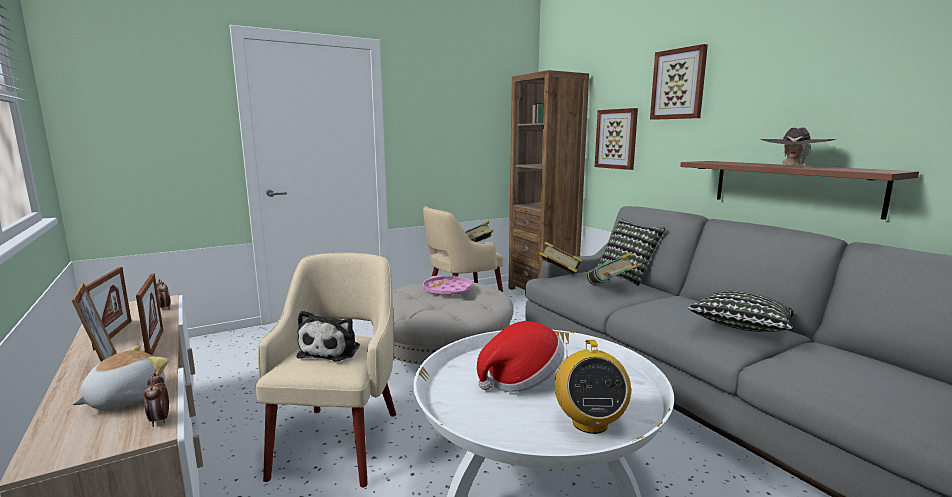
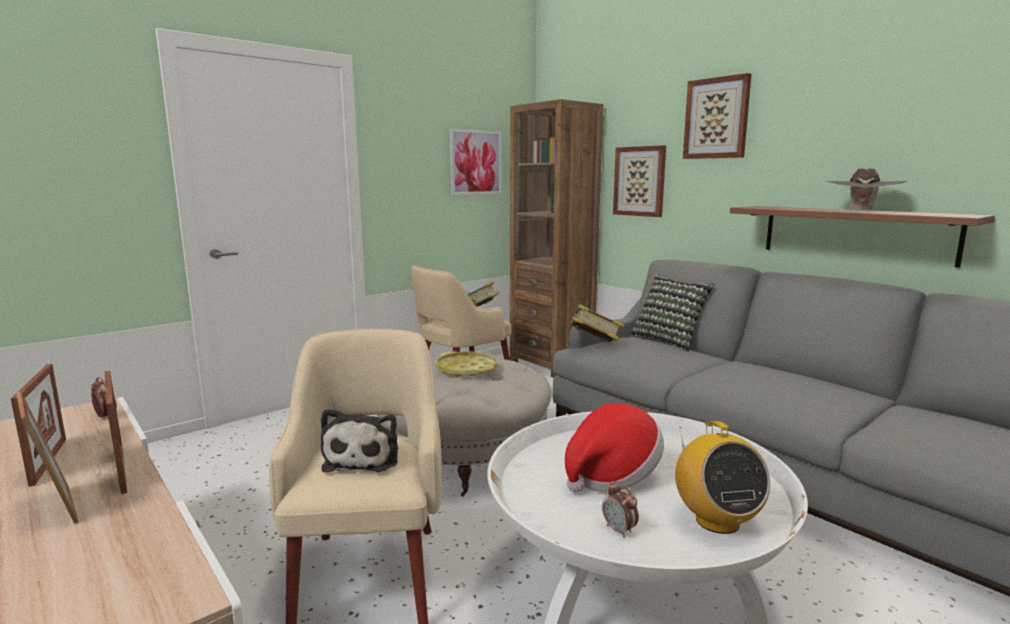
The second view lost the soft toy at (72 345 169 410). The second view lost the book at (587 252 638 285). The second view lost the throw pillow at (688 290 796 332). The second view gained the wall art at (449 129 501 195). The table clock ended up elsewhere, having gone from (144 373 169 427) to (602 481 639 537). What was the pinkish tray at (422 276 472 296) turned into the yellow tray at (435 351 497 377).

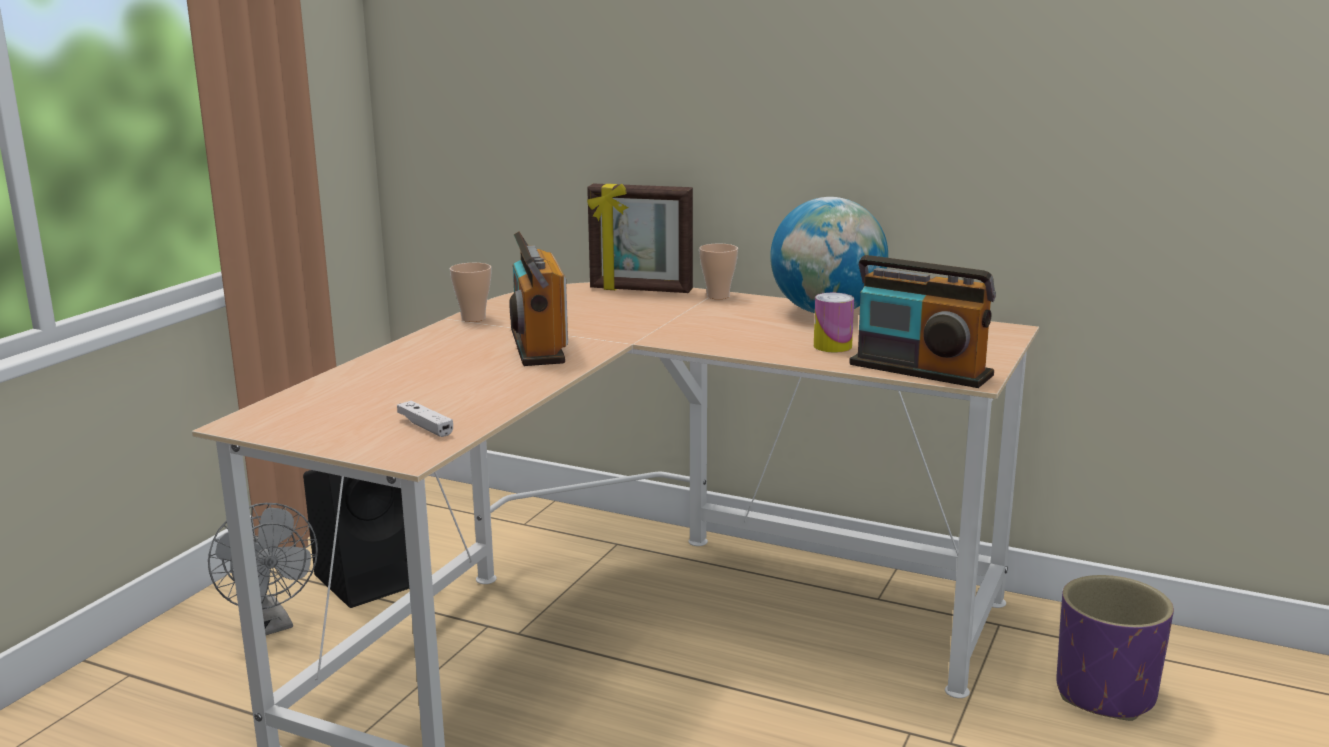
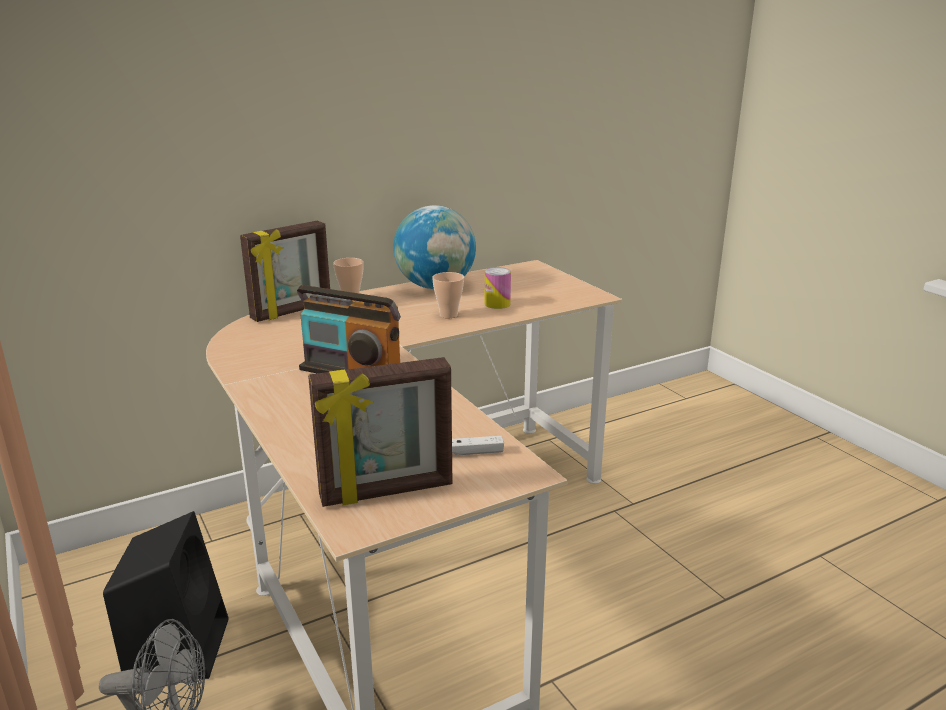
The second view lost the radio receiver at (849 255 996 388). The second view lost the purplish flower pot at (1057 575 1174 721). The second view gained the photo frame at (308 357 452 507). The cup ended up elsewhere, having gone from (450 263 492 322) to (432 272 464 318).

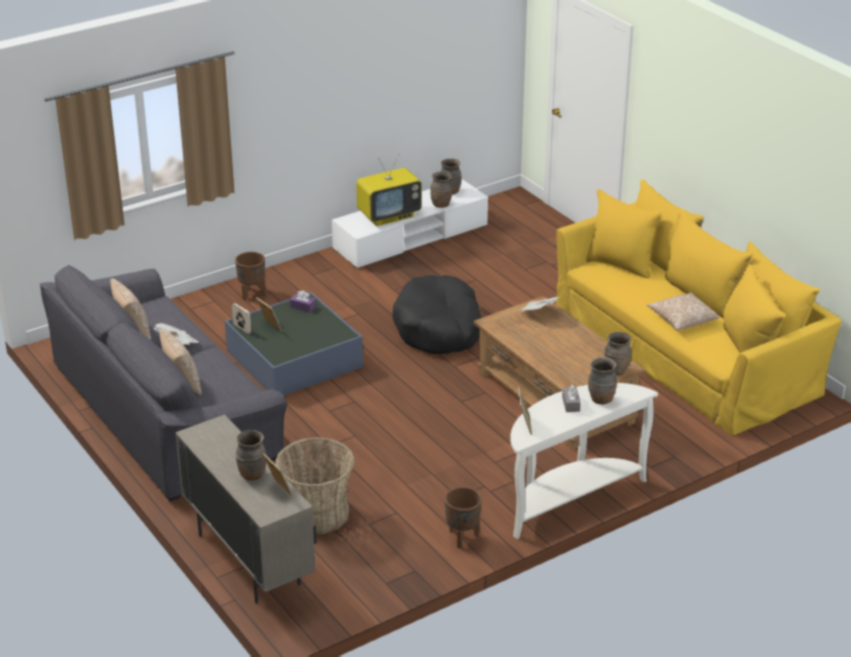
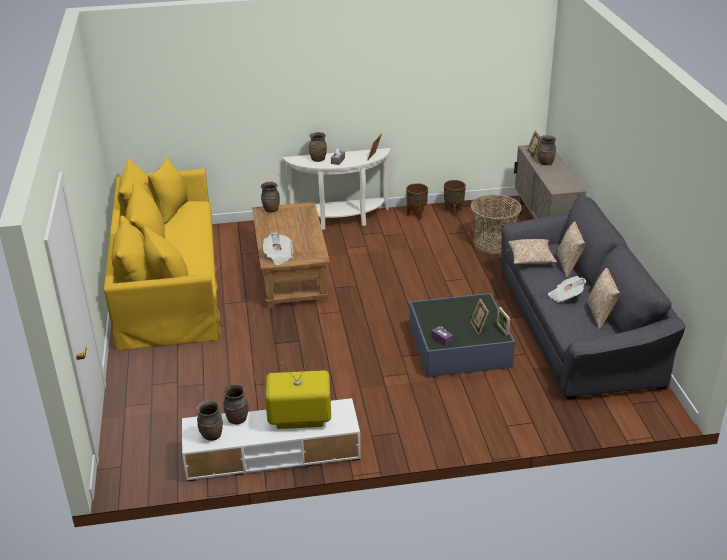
The second view lost the blackish pet bed at (392 275 482 354). The brown-coloured flower pot ended up elsewhere, having gone from (235 252 265 300) to (444 180 466 216). The throw pillow ended up elsewhere, having gone from (647 292 720 331) to (508 239 557 264).

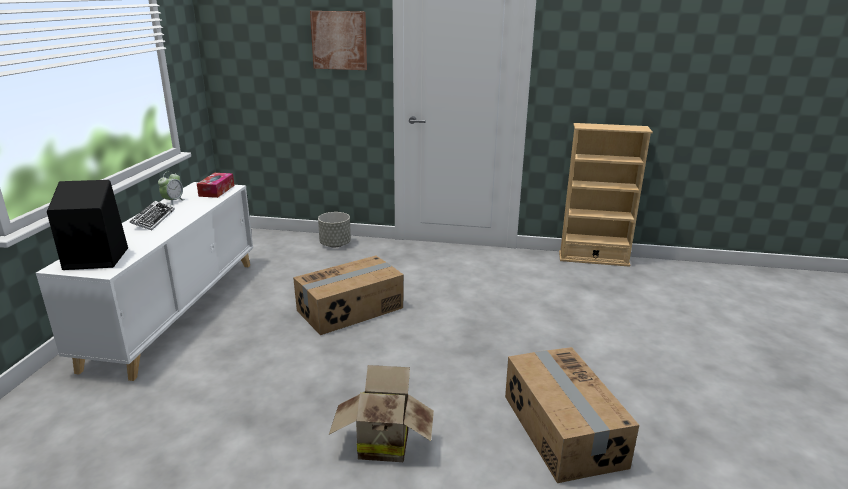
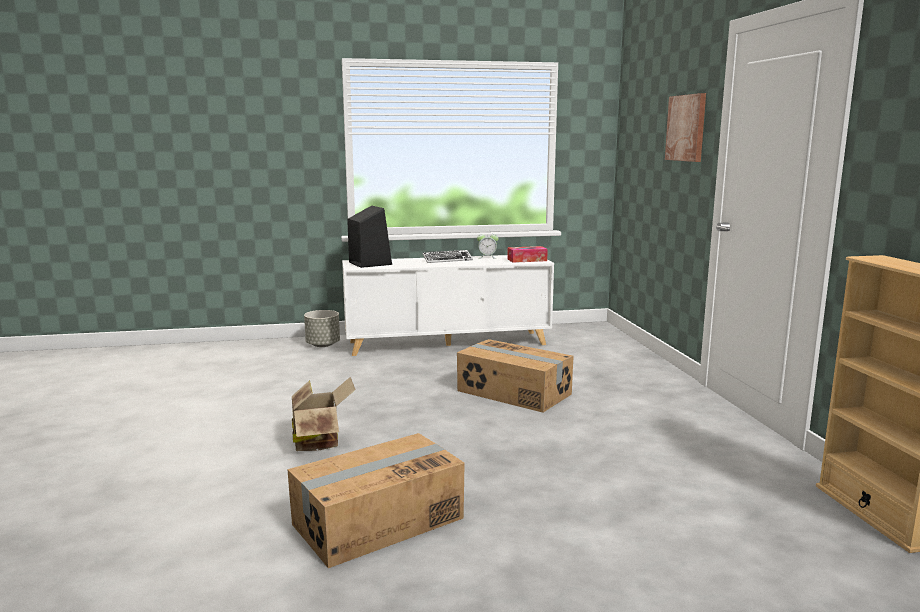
The greyish flower pot ended up elsewhere, having gone from (318 212 351 247) to (304 310 340 347).

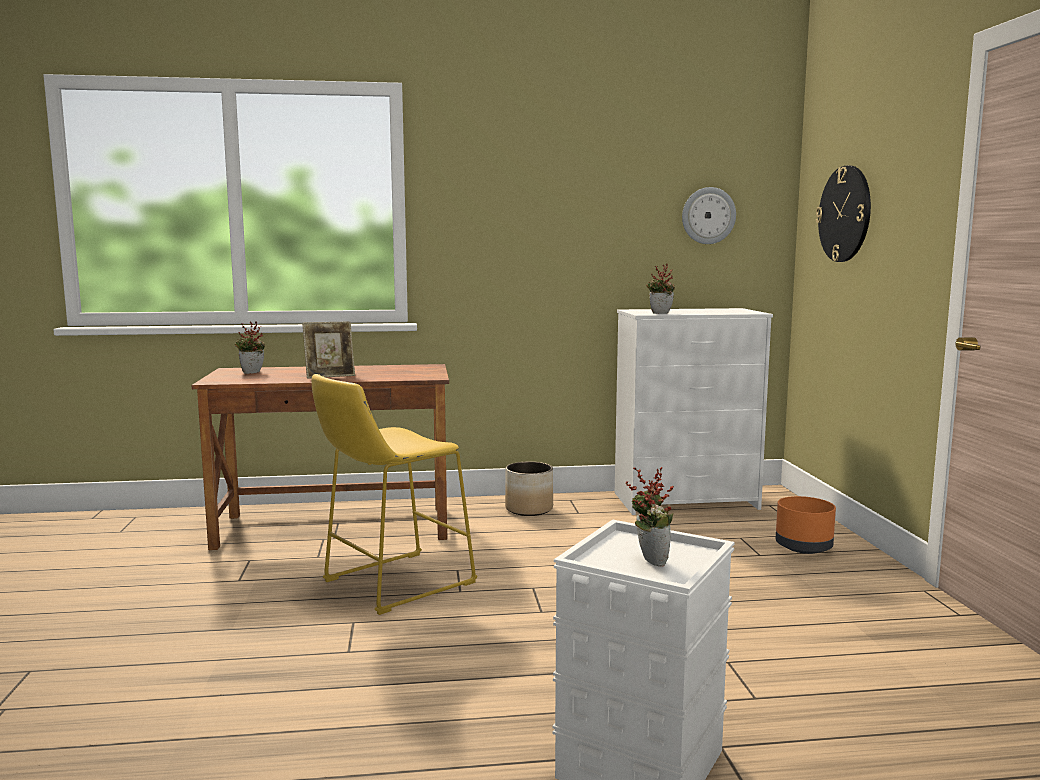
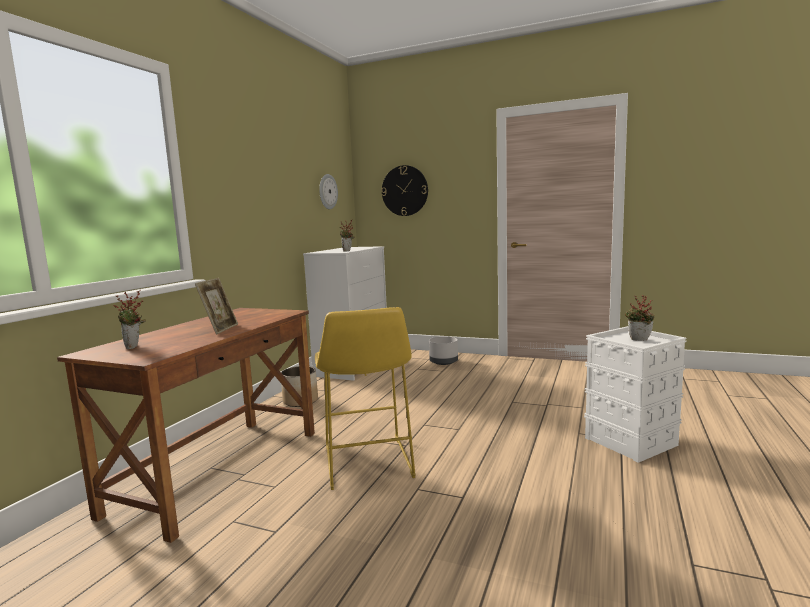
What was the orange-coloured flower pot at (776 496 836 554) turned into the greyish flower pot at (429 336 458 365).

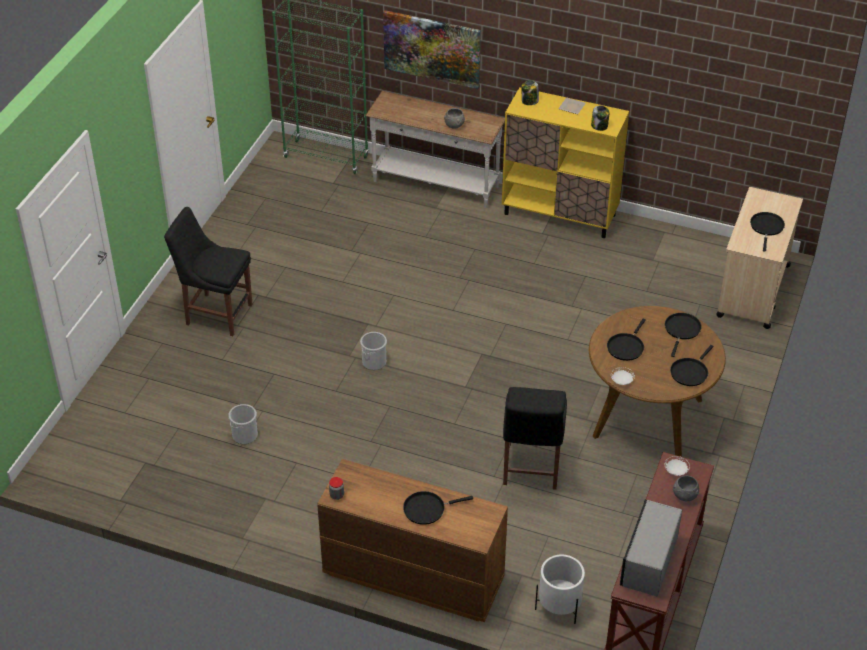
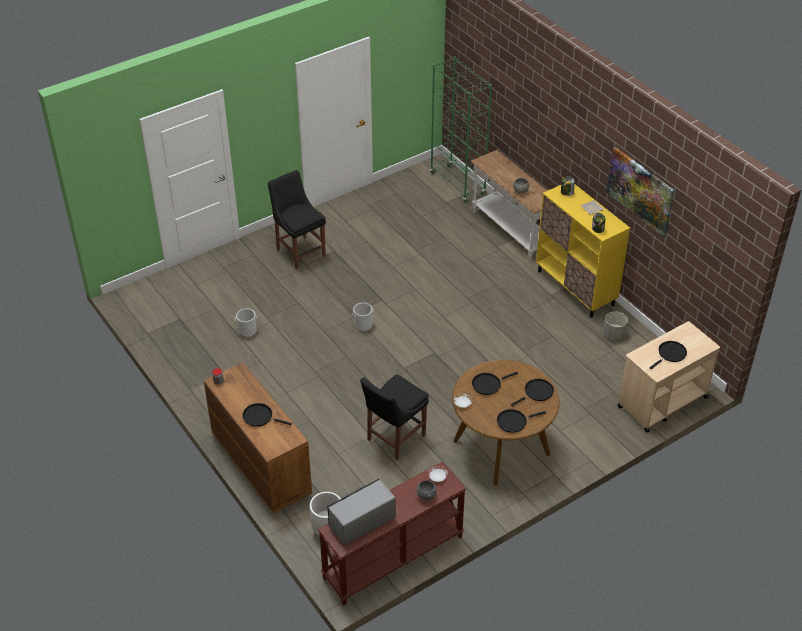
The second view gained the greyish flower pot at (603 311 628 340). The wall art ended up elsewhere, having gone from (383 10 481 89) to (606 147 675 237).

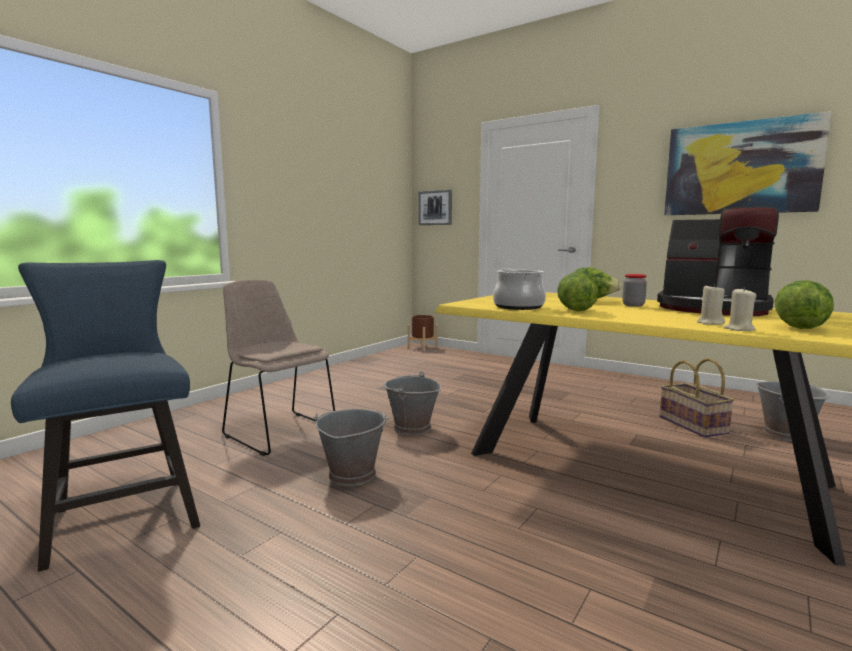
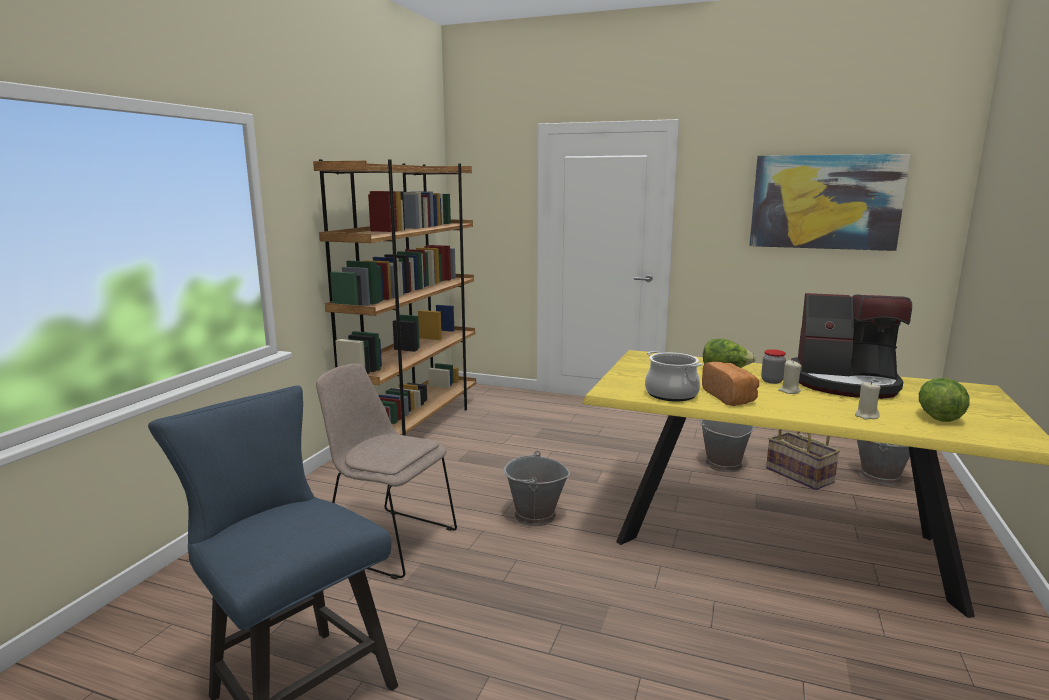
The second view lost the brown-coloured flower pot at (408 315 438 351). The second view lost the wall art at (418 189 452 225). The second view gained the brown-coloured bookcase at (313 159 476 436). The greyish pail ended up elsewhere, having gone from (313 409 389 486) to (699 419 754 472). The beige wax candle ended up elsewhere, having gone from (723 287 757 331) to (778 360 802 394). Where the lettuce head stood at (557 272 598 311), the baked bread came to stand at (702 362 759 406).

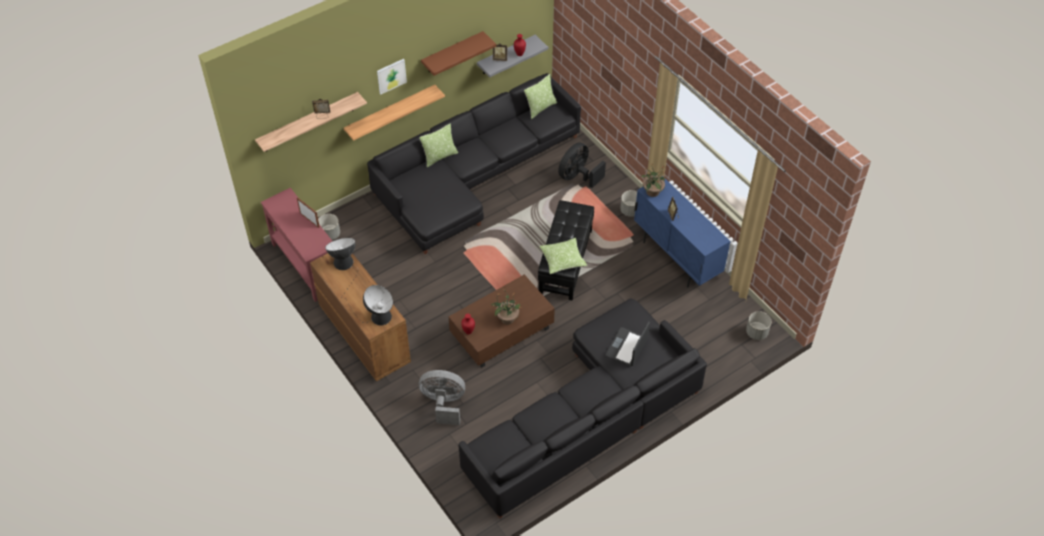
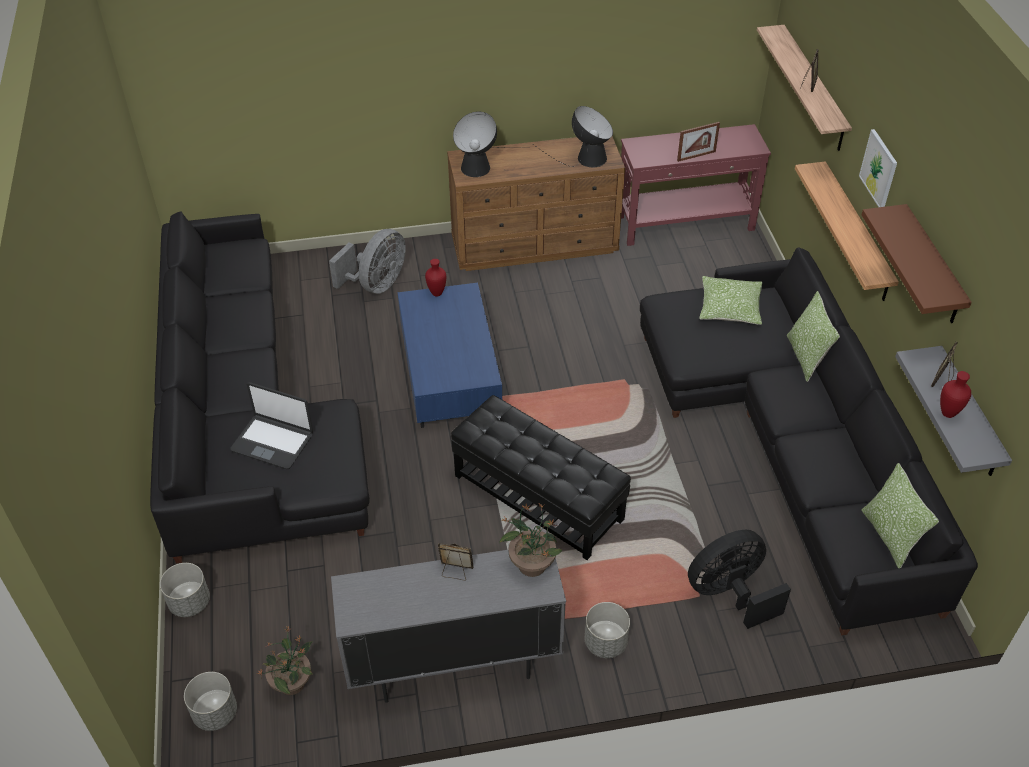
The greyish flower pot ended up elsewhere, having gone from (318 214 340 240) to (160 563 210 617). The houseplant ended up elsewhere, having gone from (490 290 522 324) to (257 626 312 695). The throw pillow ended up elsewhere, having gone from (540 238 587 274) to (699 276 762 325). What was the brown-coloured lounge table at (449 274 555 368) turned into the bluish lounge table at (398 283 502 428). What was the bluish cupboard at (634 176 731 288) turned into the greyish cupboard at (331 550 566 703). The blackish fan at (558 142 606 188) ended up facing another way, 90 degrees counterclockwise from before. The portable computer at (605 322 650 366) ended up facing another way, 150 degrees clockwise from before.

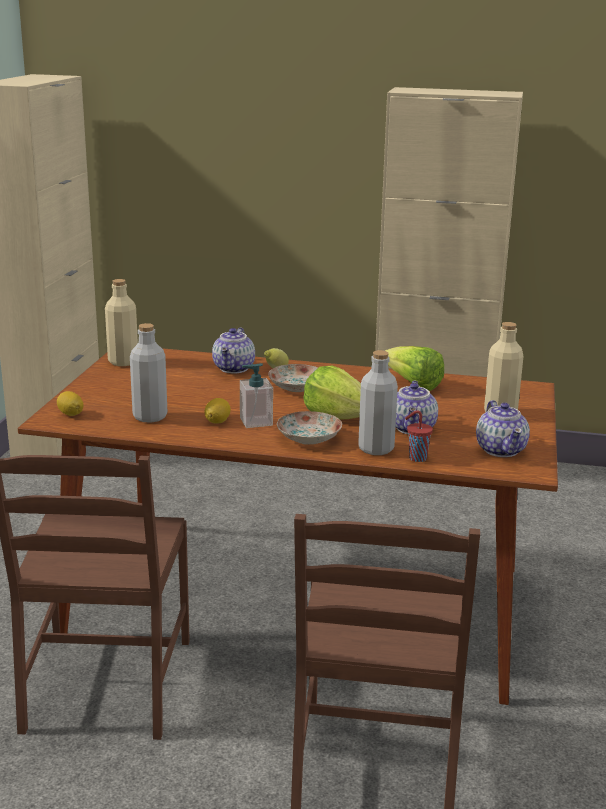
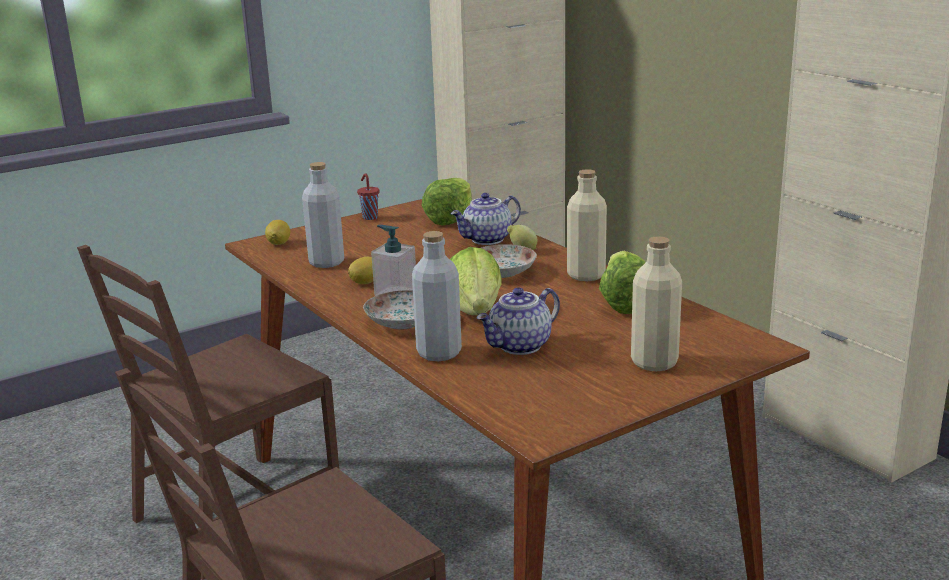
The second view lost the pot for tea at (476 400 530 457). The second view gained the lettuce head at (422 178 472 226). The beige bottle ended up elsewhere, having gone from (105 279 138 366) to (567 169 607 281). The reddish cup ended up elsewhere, having gone from (405 410 433 462) to (357 173 379 220).

